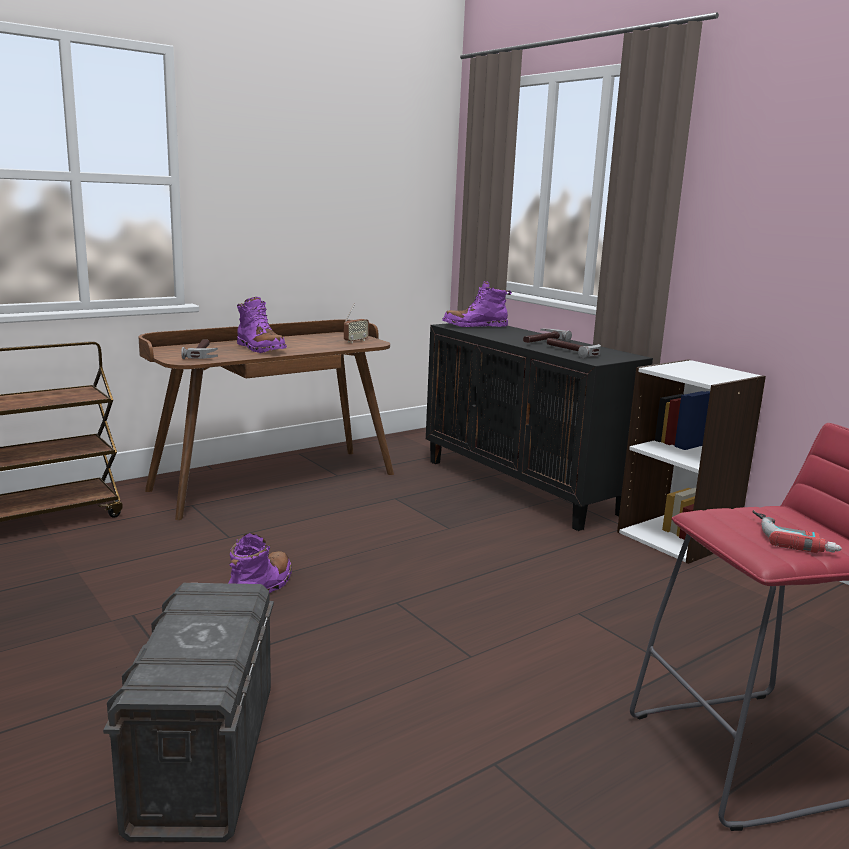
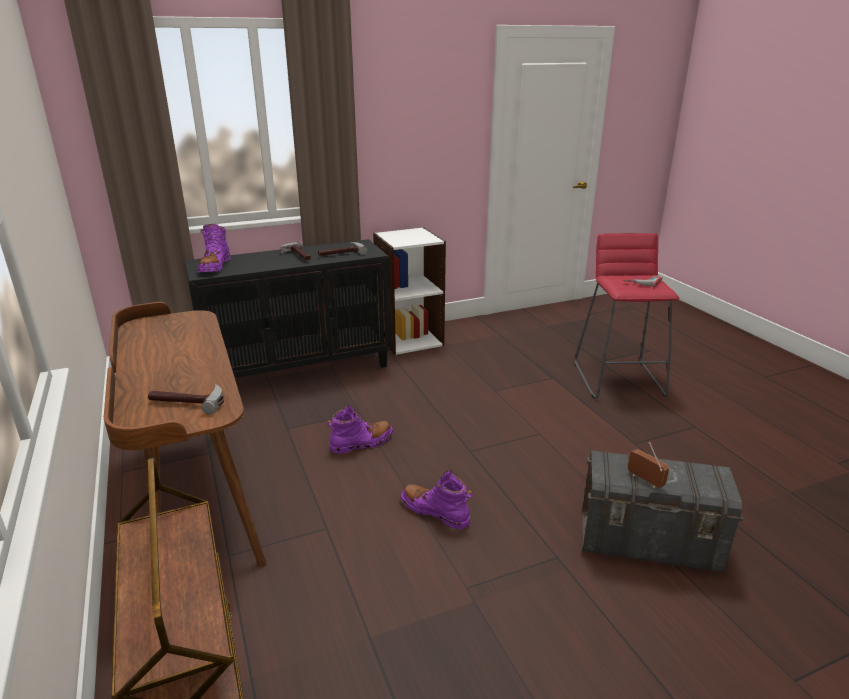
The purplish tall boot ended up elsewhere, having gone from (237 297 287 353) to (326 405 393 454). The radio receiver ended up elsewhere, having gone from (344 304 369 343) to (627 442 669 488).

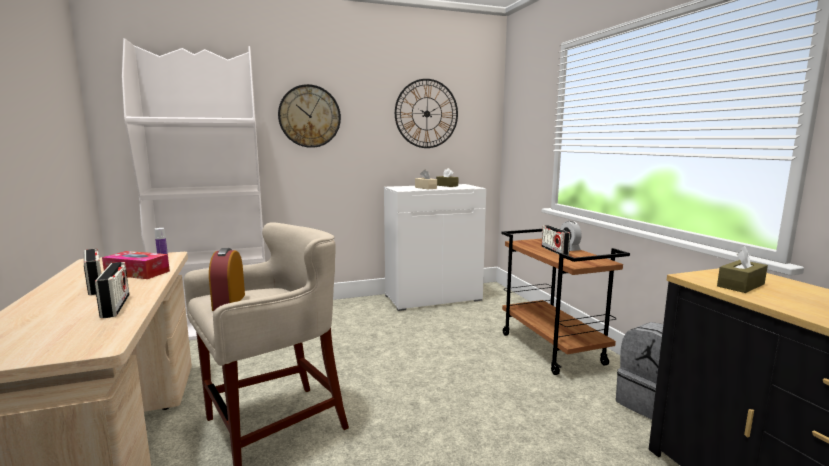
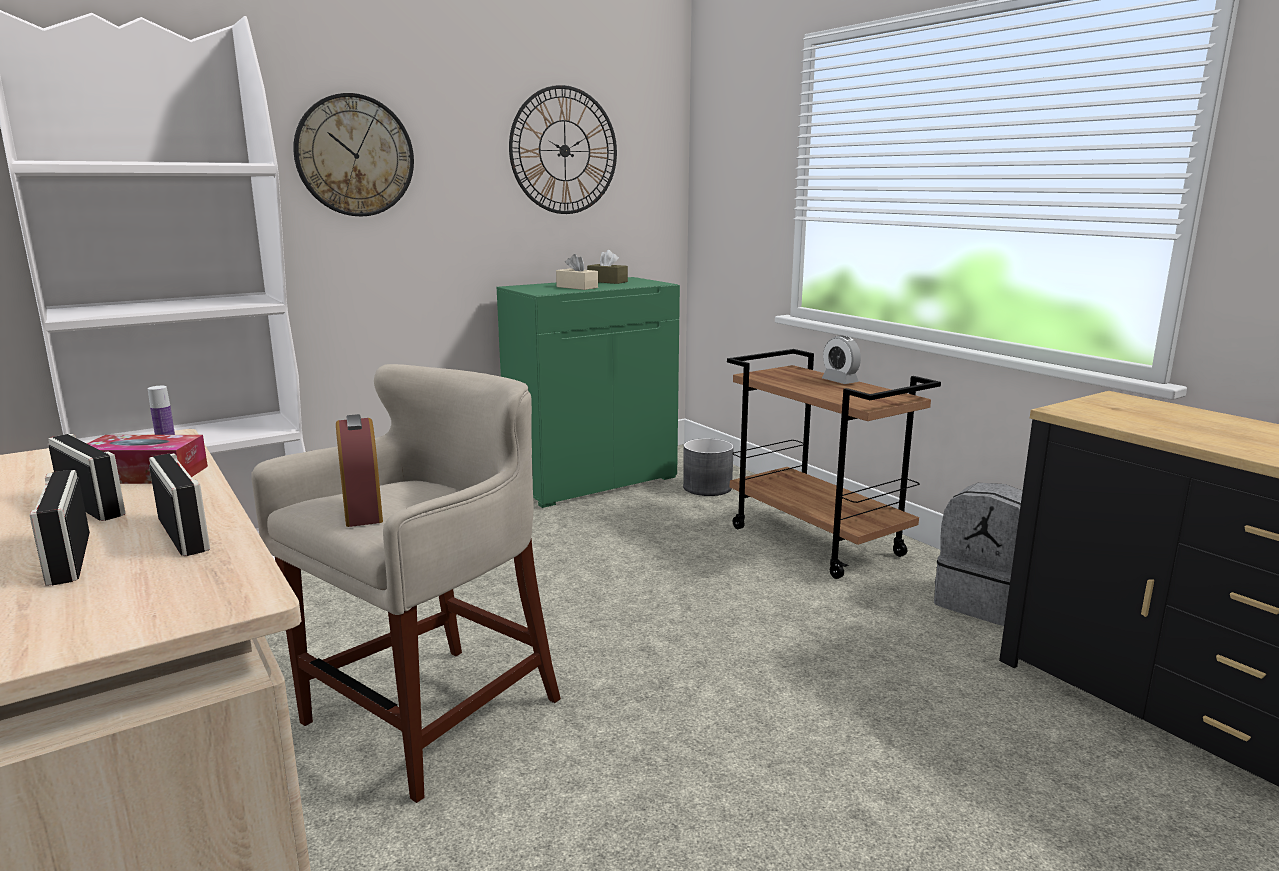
The second view lost the brown-coloured tissue holder at (717 246 768 293). The second view gained the greyish flower pot at (683 438 734 496). The radio receiver ended up elsewhere, having gone from (541 225 570 255) to (30 470 90 586). What was the white-coloured cupboard at (384 184 486 311) turned into the green cupboard at (497 277 680 508).

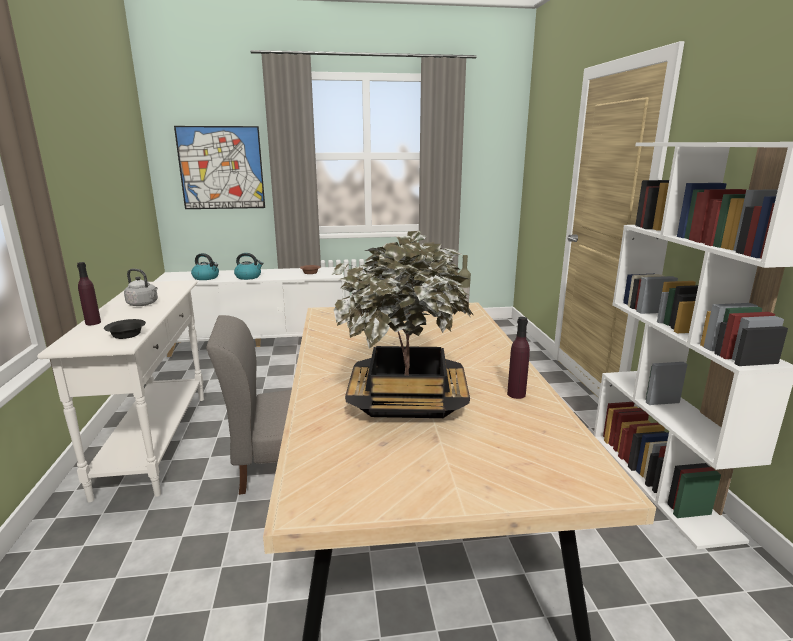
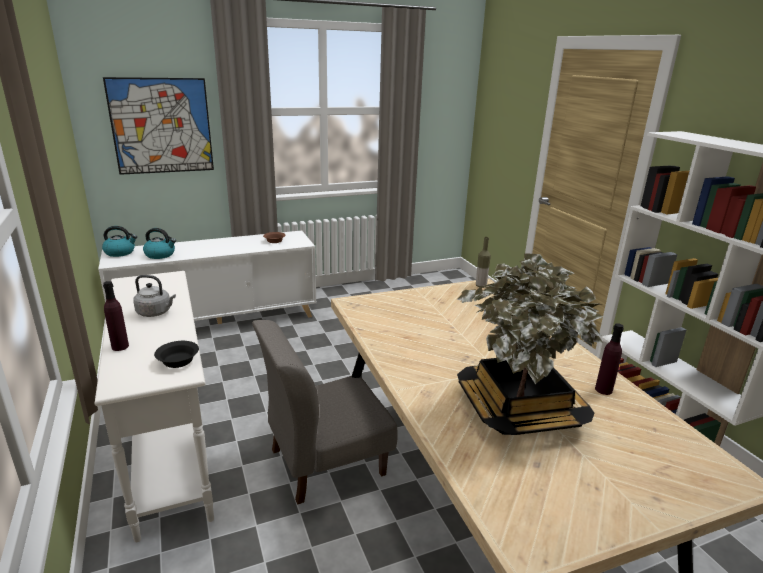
The kettle ended up elsewhere, having gone from (234 253 263 280) to (102 226 137 257).

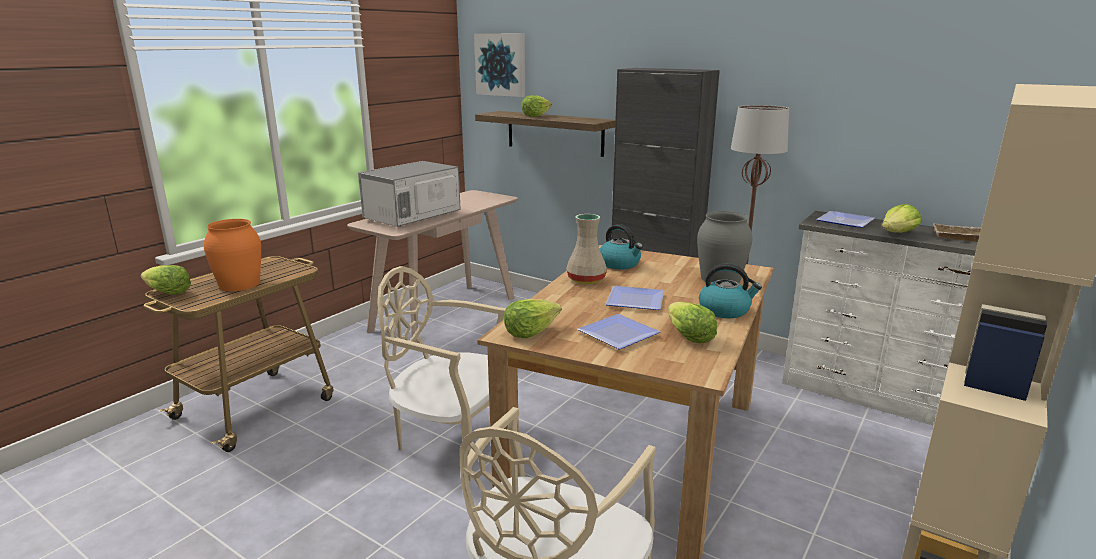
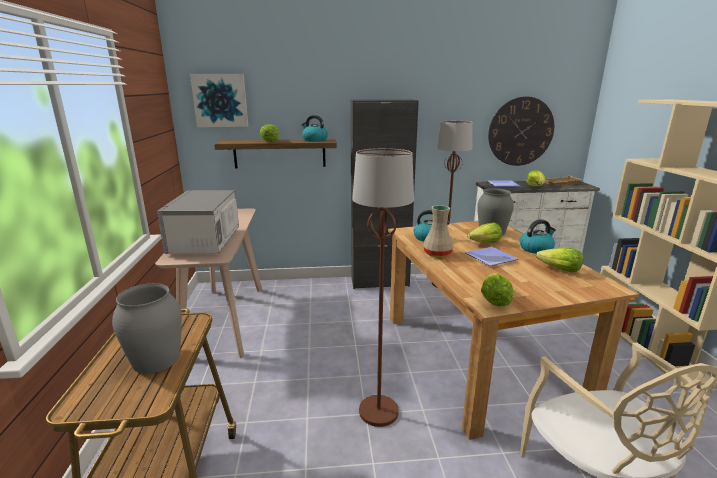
The second view lost the dinner plate at (577 314 661 349). The second view gained the kettle at (301 115 328 142). The second view gained the hanging clock at (488 97 554 166). The lettuce head ended up elsewhere, having gone from (141 265 191 295) to (467 223 502 243). Where the beige upright chair stood at (377 266 506 481), the brown-coloured floor lamp came to stand at (352 148 414 427). What was the orange-coloured flower vase at (204 219 261 291) turned into the greyish flower vase at (112 283 182 374).

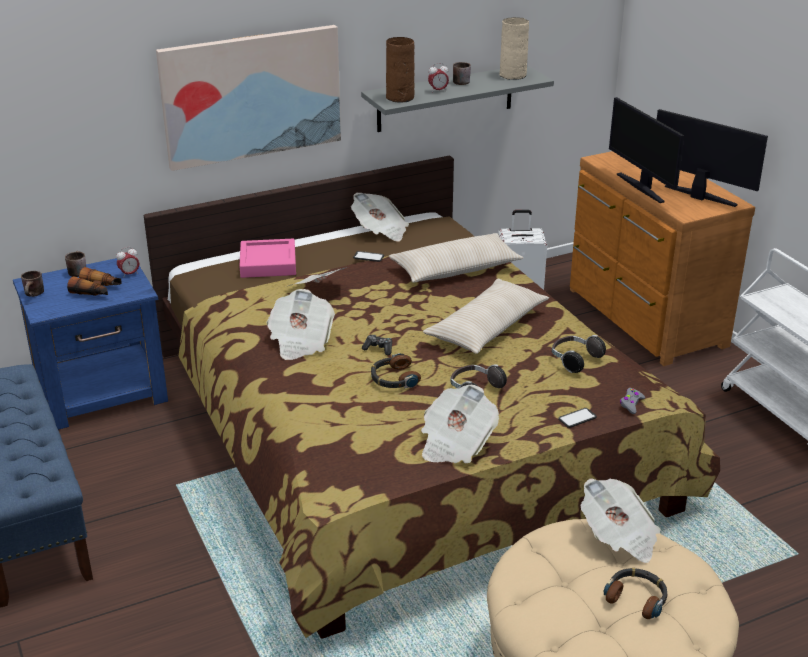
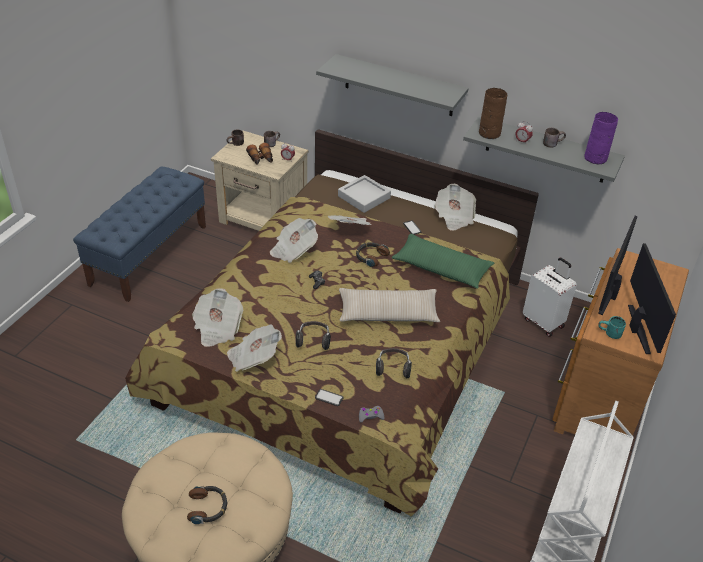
The second view gained the turquoise tea mug at (598 316 626 339). The headset ended up elsewhere, having gone from (371 353 421 388) to (356 242 390 267). The printed paper ended up elsewhere, having gone from (580 478 661 563) to (192 288 243 347). Where the wall art hung at (156 25 341 171), the greyish wall shelf came to hang at (316 54 469 116). What was the bluish night table at (13 258 168 430) turned into the beige night table at (211 131 309 231). What was the pinkish tray at (240 239 296 278) turned into the greyish tray at (338 175 391 213). What was the beige throw pillow at (389 233 523 283) turned into the green throw pillow at (392 234 494 289). What was the beige flower vase at (499 17 529 80) turned into the purplish flower vase at (584 112 618 164).

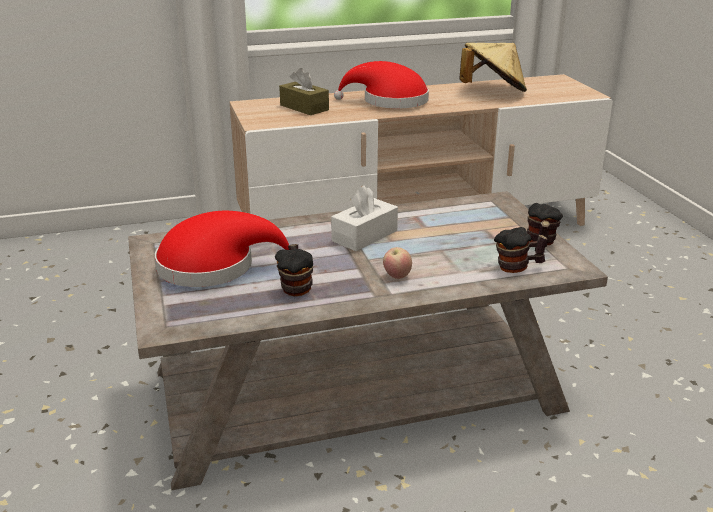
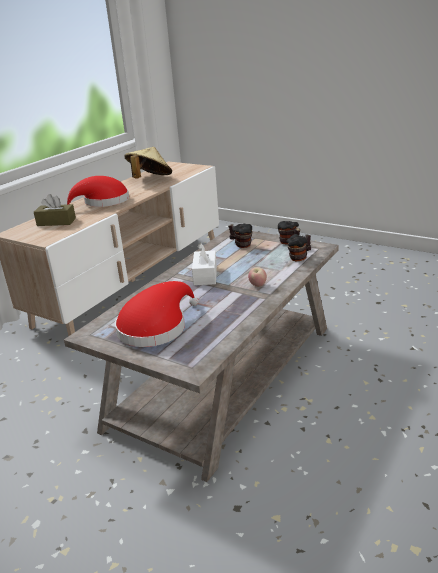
The tea mug ended up elsewhere, having gone from (275 244 313 296) to (228 224 253 248).

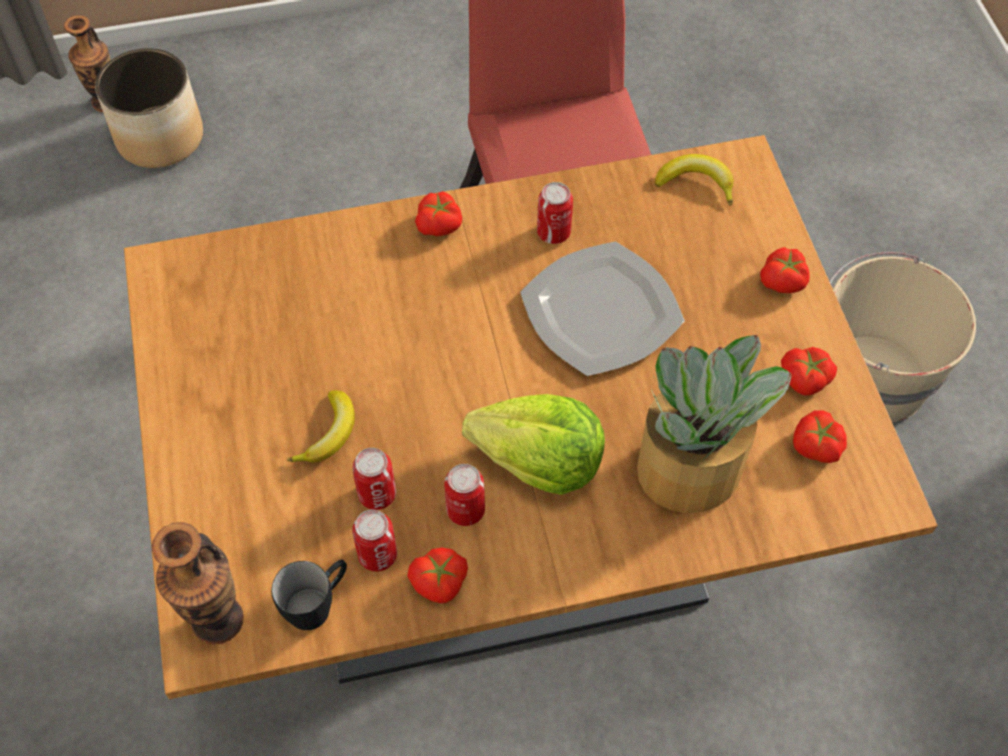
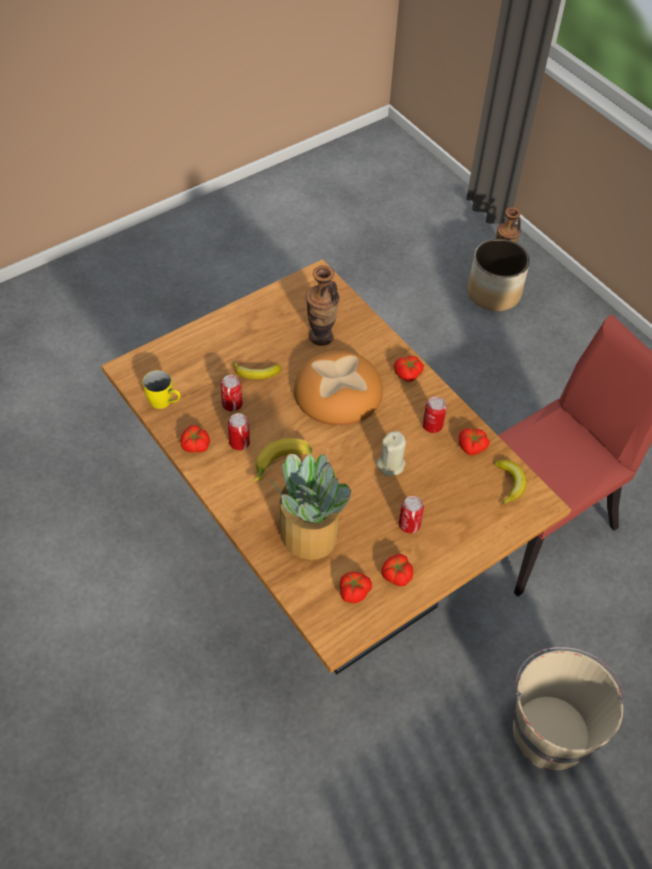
The second view gained the baked bread at (294 351 383 426). The flower vase ended up elsewhere, having gone from (152 522 244 645) to (306 265 339 346). The metal can ended up elsewhere, having gone from (352 510 397 572) to (399 496 424 533). The whole tomato ended up elsewhere, having gone from (760 247 810 293) to (459 428 490 455). Where the lettuce head stood at (462 394 605 495), the banana fruit came to stand at (252 438 312 482). Where the dinner plate stood at (520 241 685 376), the beige wax candle came to stand at (376 431 406 476). What was the blackish tea mug at (271 559 347 630) turned into the yellow tea mug at (143 370 181 409).

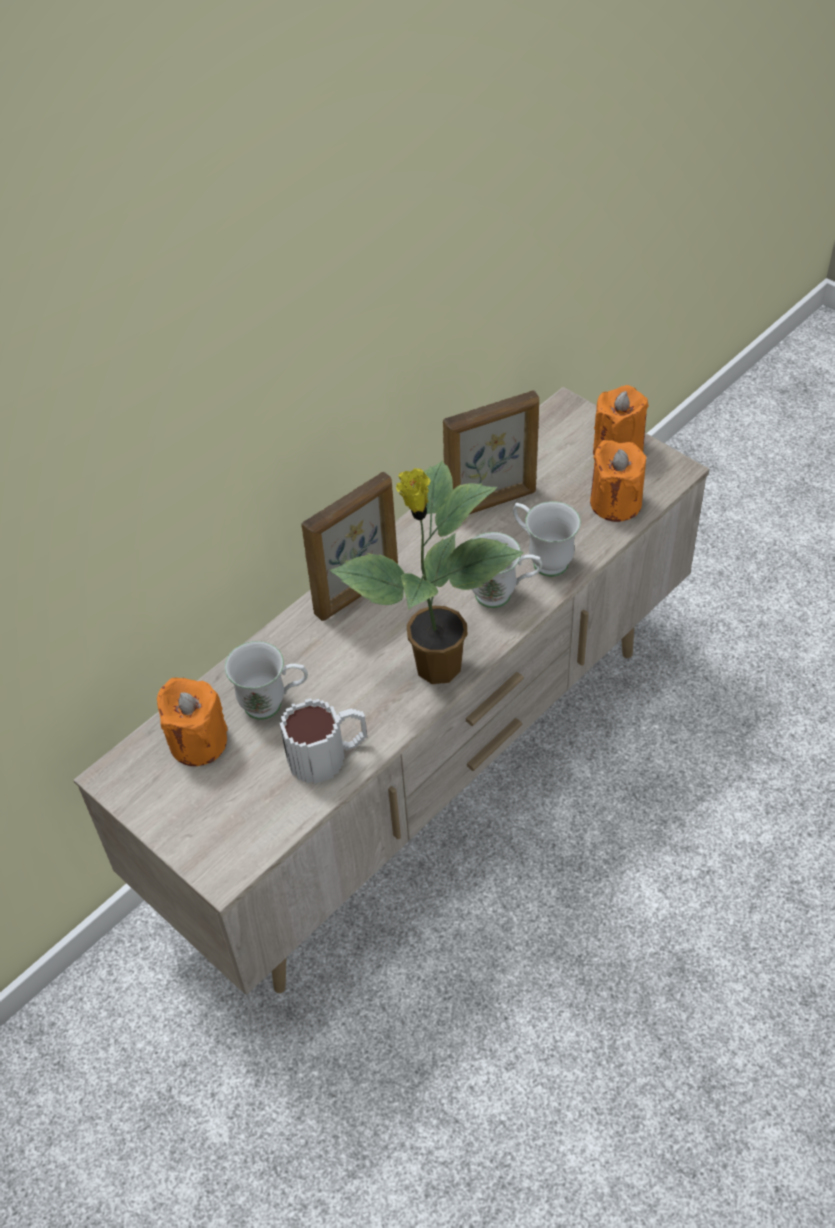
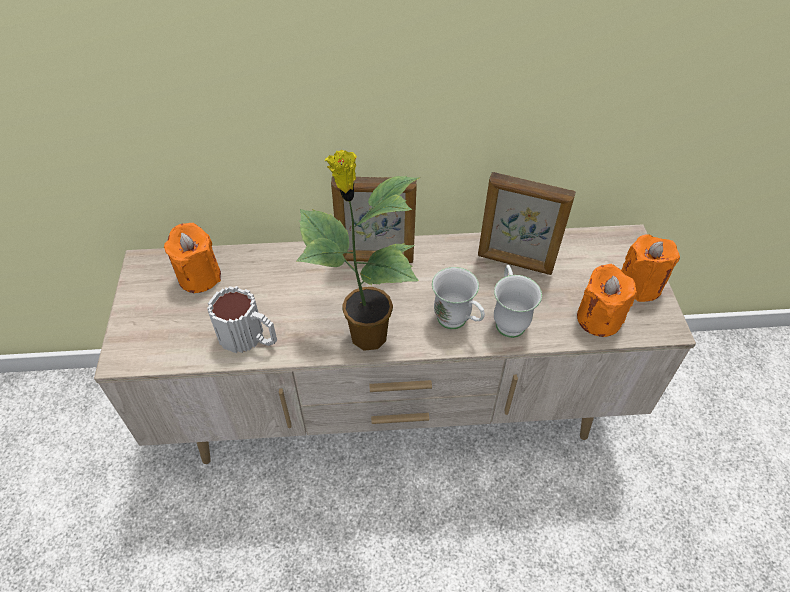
The second view lost the white-coloured tea mug at (225 641 308 720).

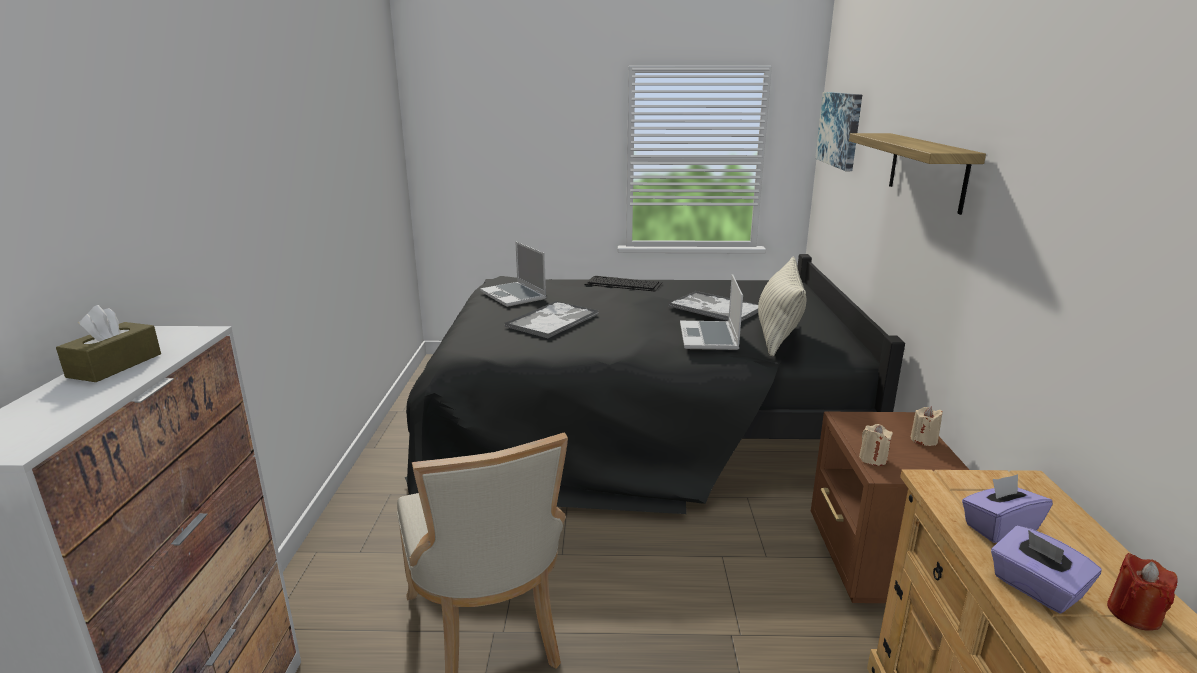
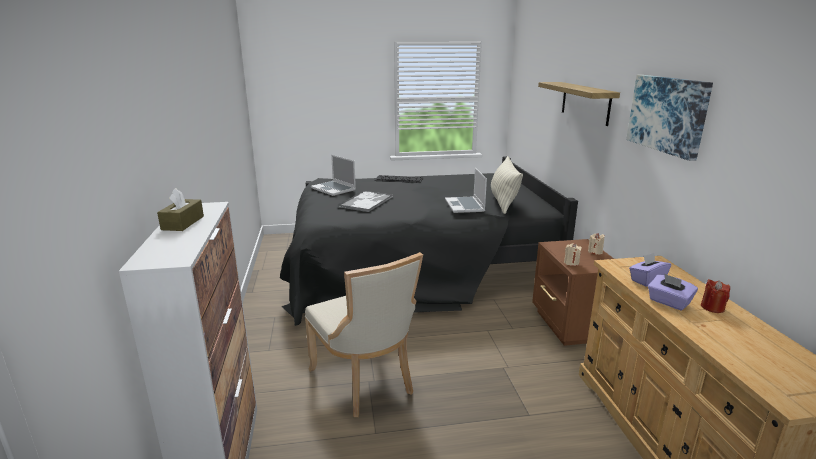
The second view lost the tray at (668 291 758 321). The wall art ended up elsewhere, having gone from (815 92 862 171) to (626 75 713 161).

